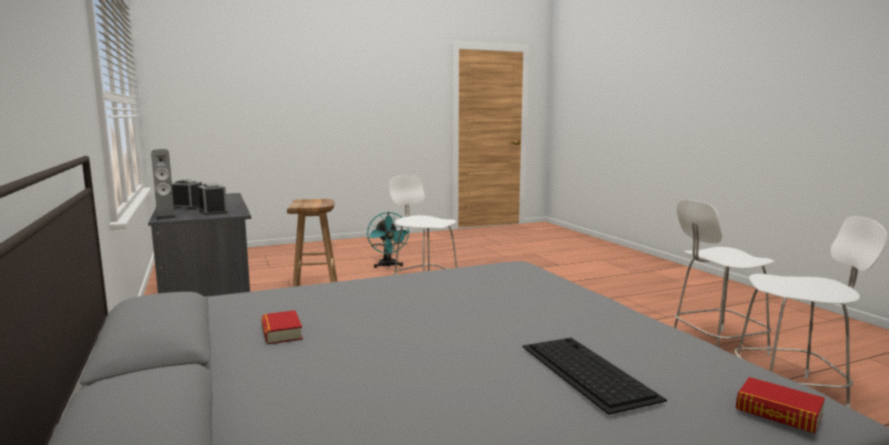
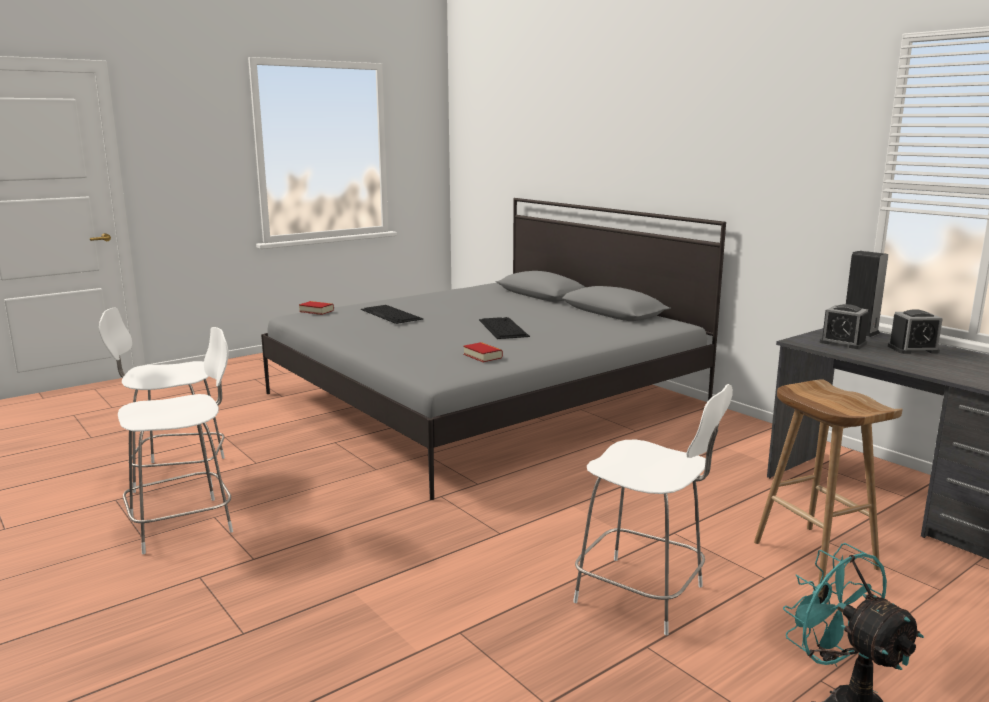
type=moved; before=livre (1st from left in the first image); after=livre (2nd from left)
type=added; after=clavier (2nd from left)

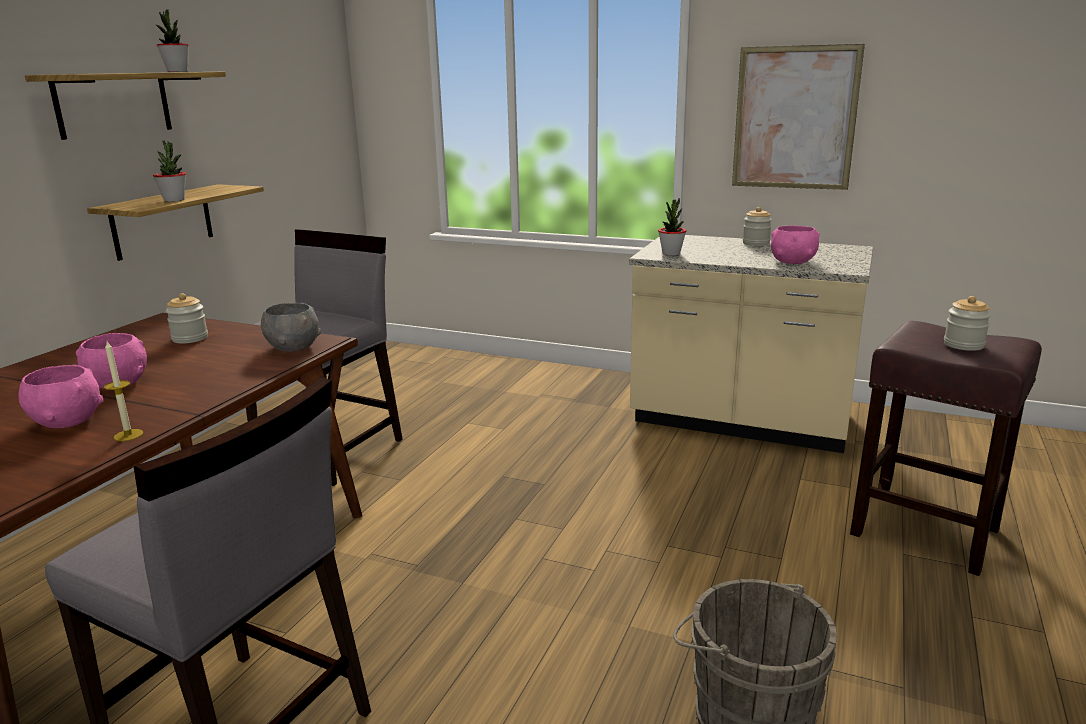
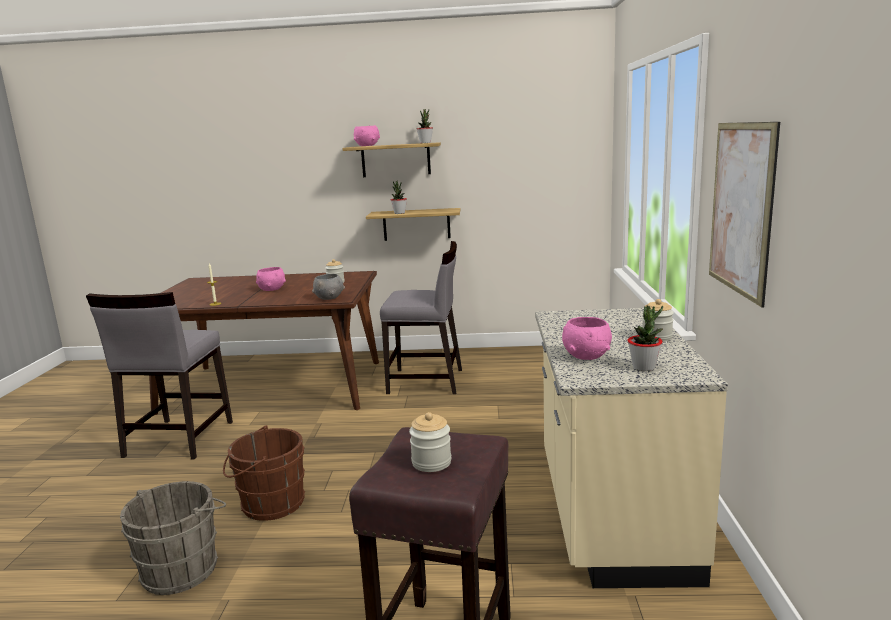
type=moved; before=plante en pot (3rd from left)
type=moved; before=bol [rose] (1st from left in the first image); after=bol [rose] (2nd from left)
type=added; after=seau [marron]

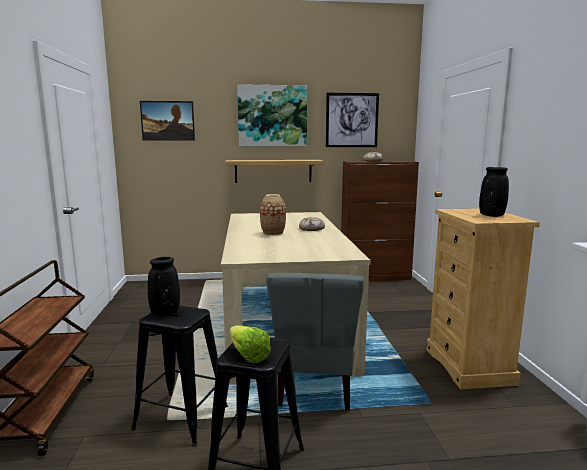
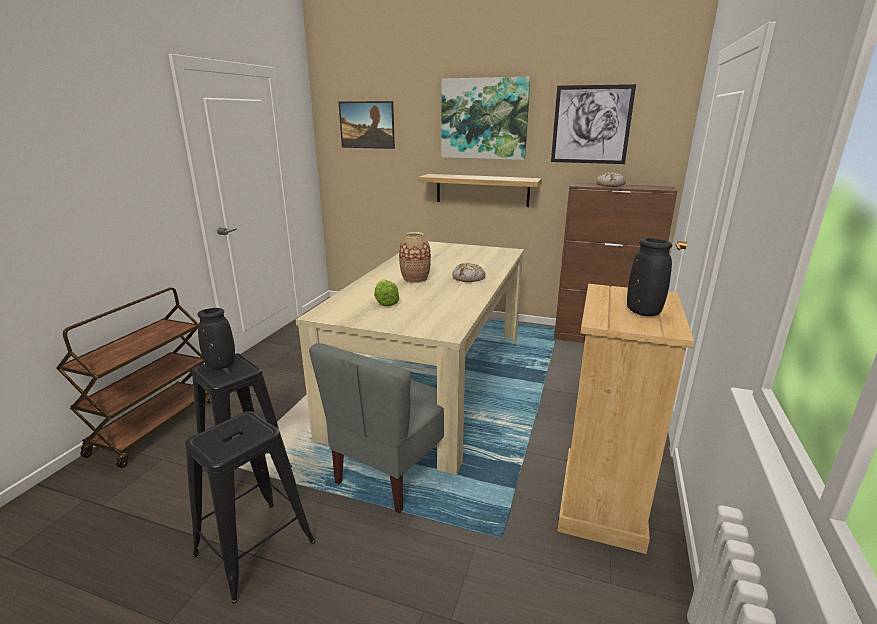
type=moved; before=laitue

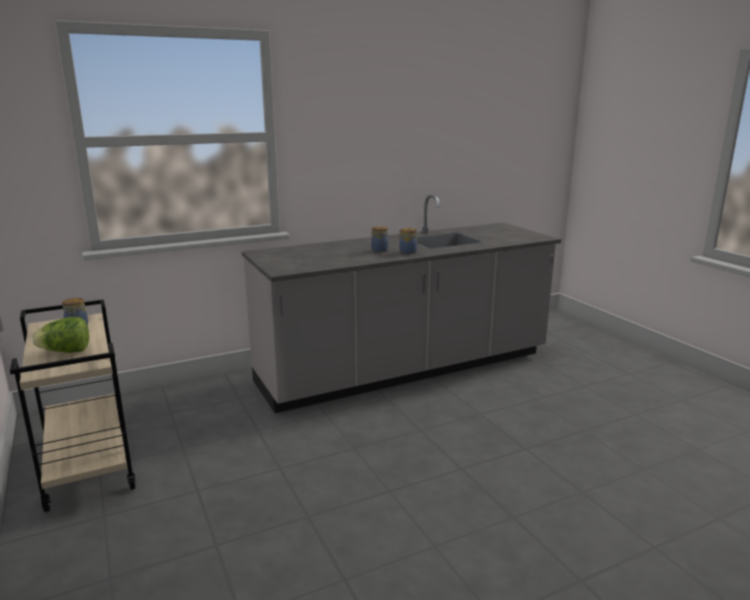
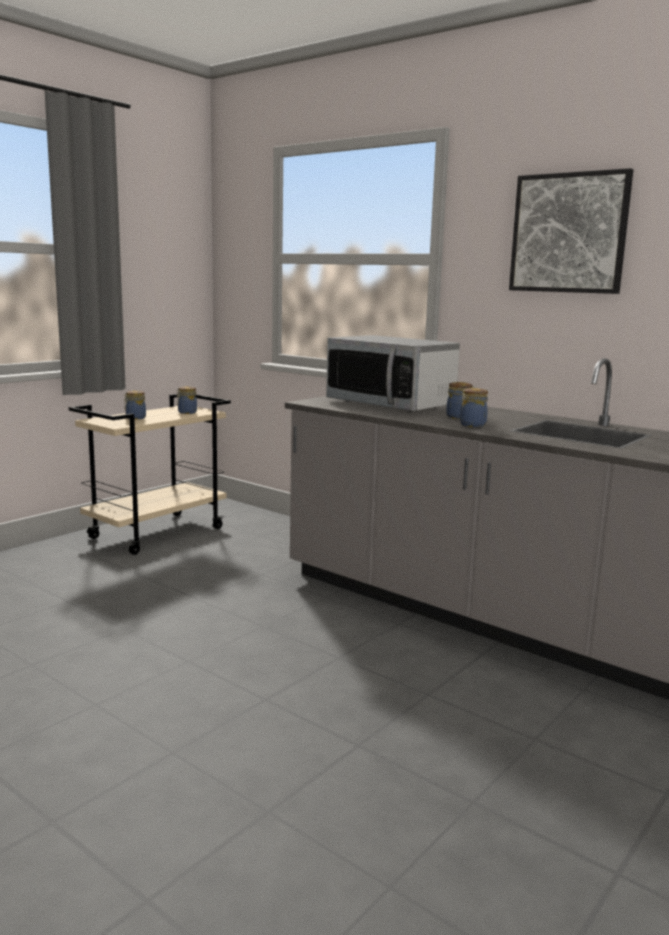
type=replaced; before=laitue; after=bocal (1st from left)
type=added; after=tableau
type=added; after=micro-ondes

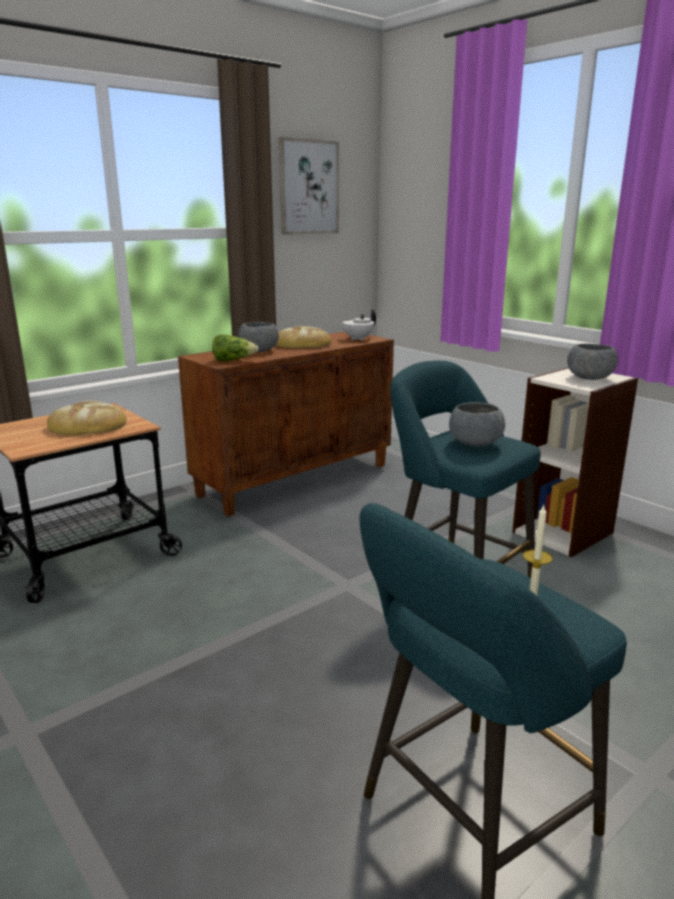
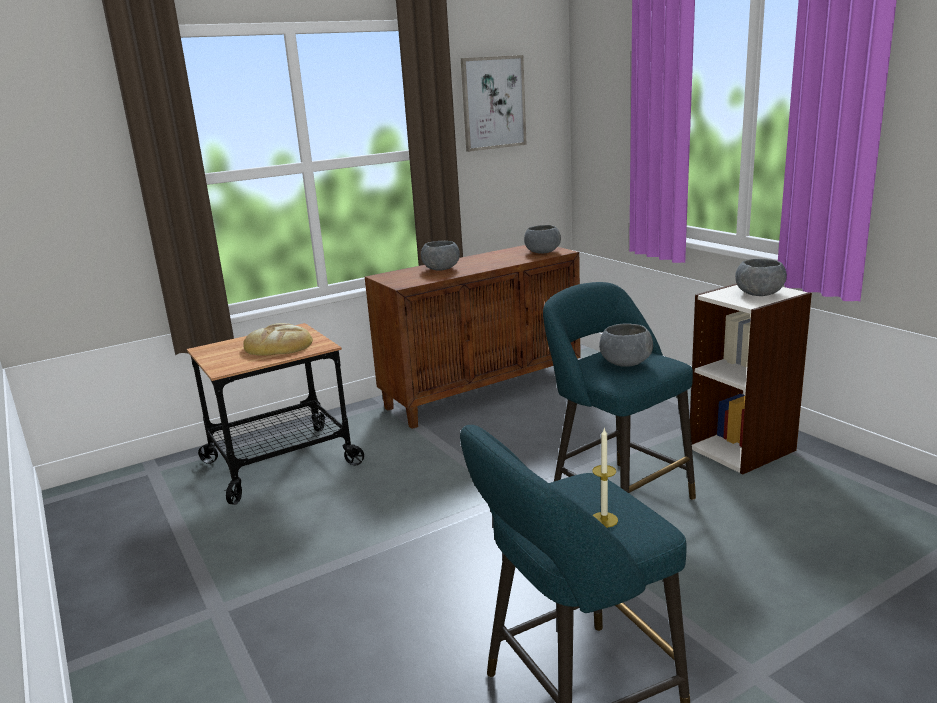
type=replaced; before=théière [blanc]; after=bol [gris] (2nd from left)
type=removed; before=pain (2nd from left)
type=removed; before=laitue

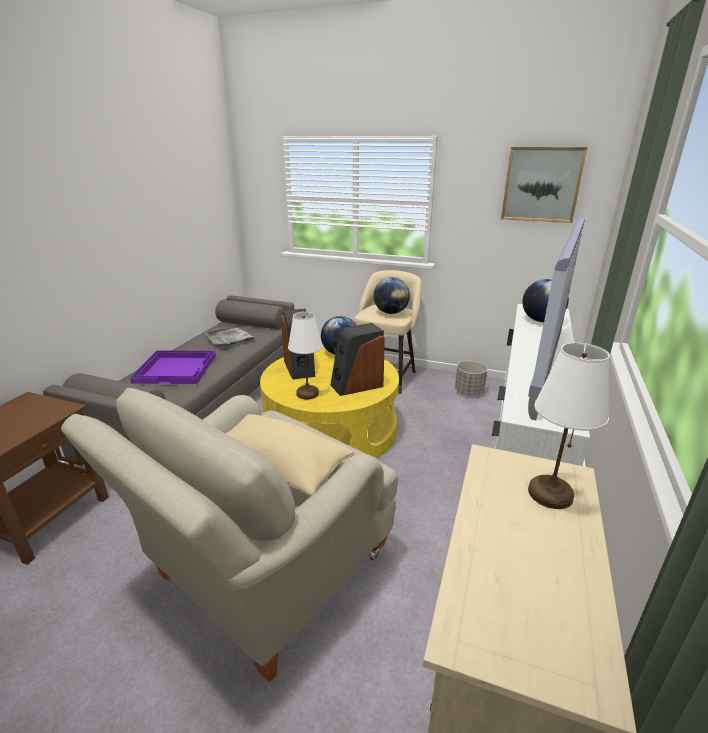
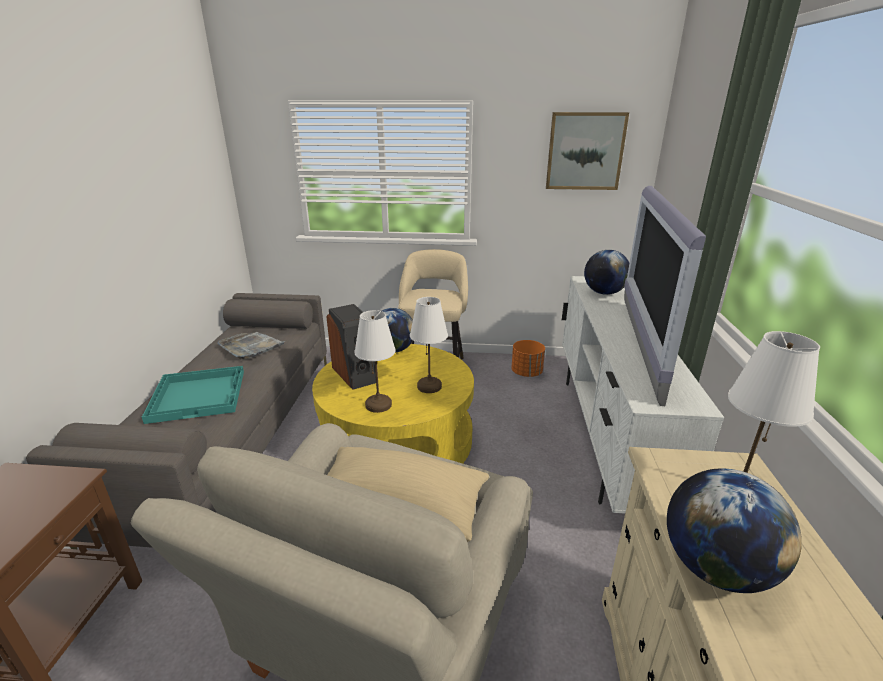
type=moved; before=globe (2nd from left in the first image); after=globe (3rd from left)
type=replaced; before=enceinte (2nd from left); after=lampe de table [blanc] (2nd from left)
type=recoloured; before=plateau [violet]; after=plateau [turquoise]
type=recoloured; before=cache-pot [gris]; after=cache-pot [orange]

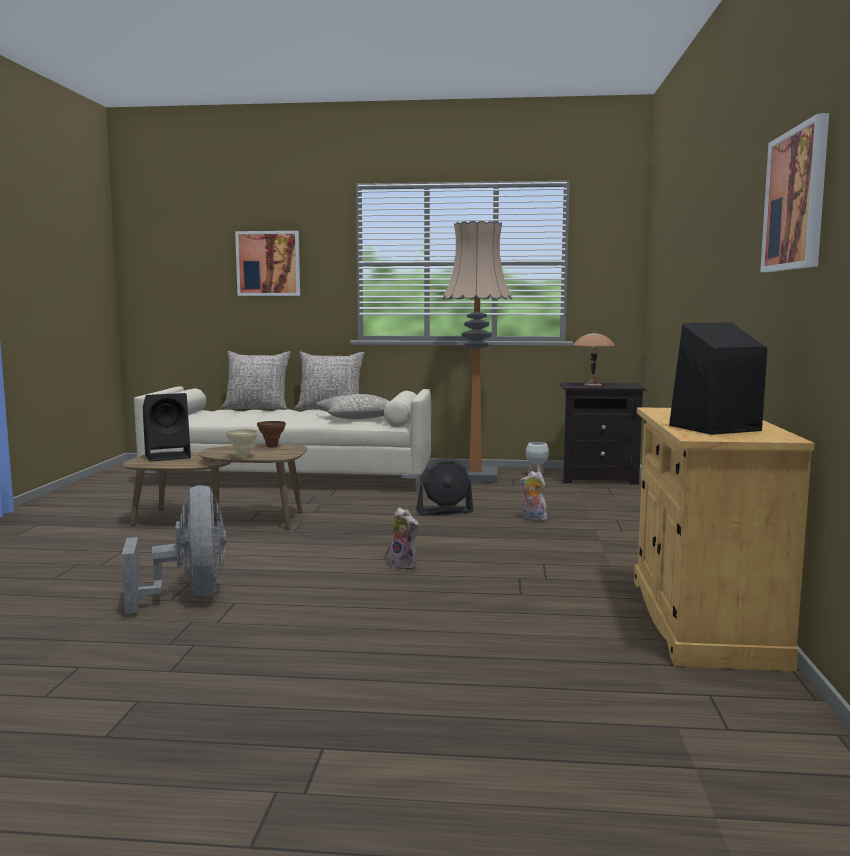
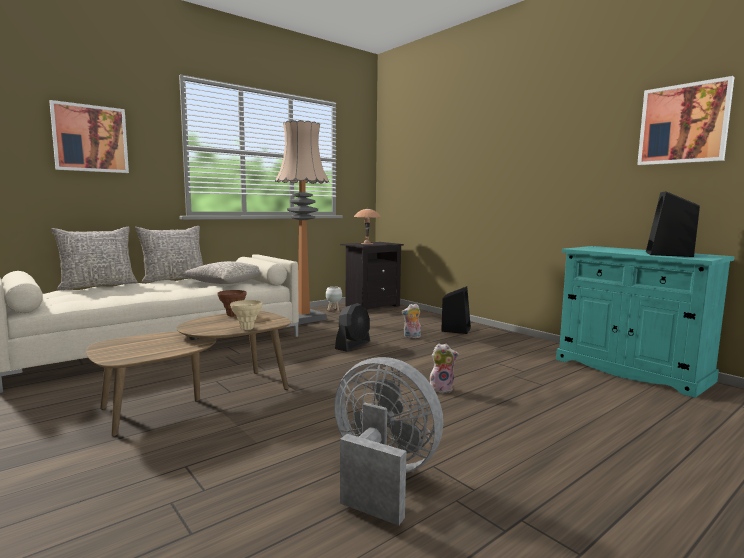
type=moved; before=enceinte [noir] (1st from left)
type=recoloured; before=meuble de rangement [beige]; after=meuble de rangement [turquoise]

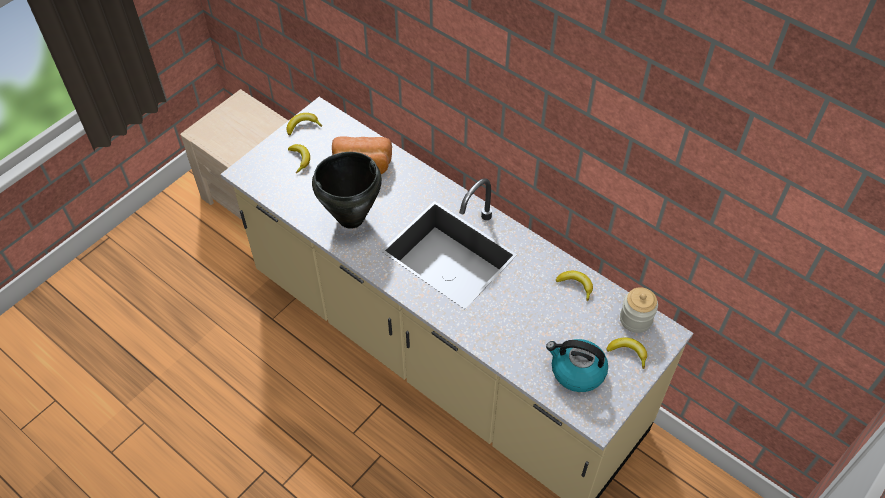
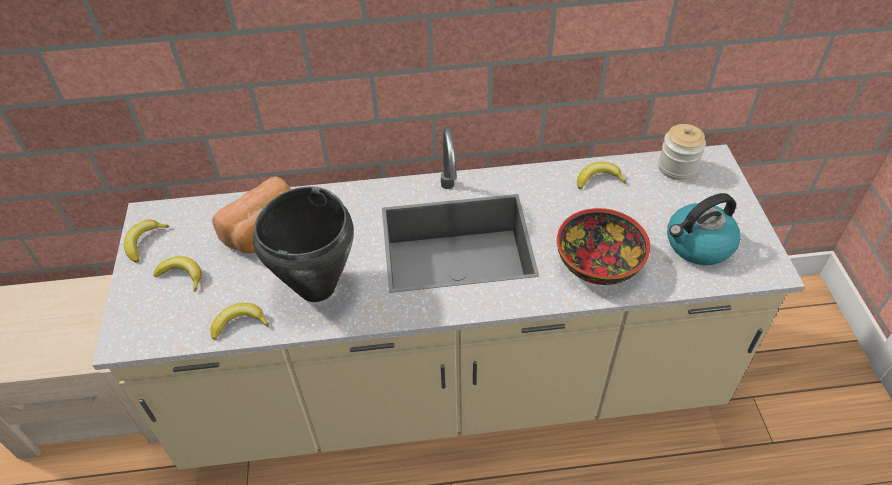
type=moved; before=banane (4th from left in the first image); after=banane (3rd from left)
type=added; after=bol

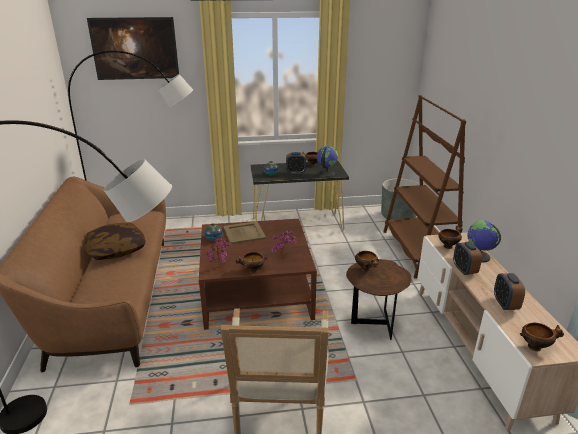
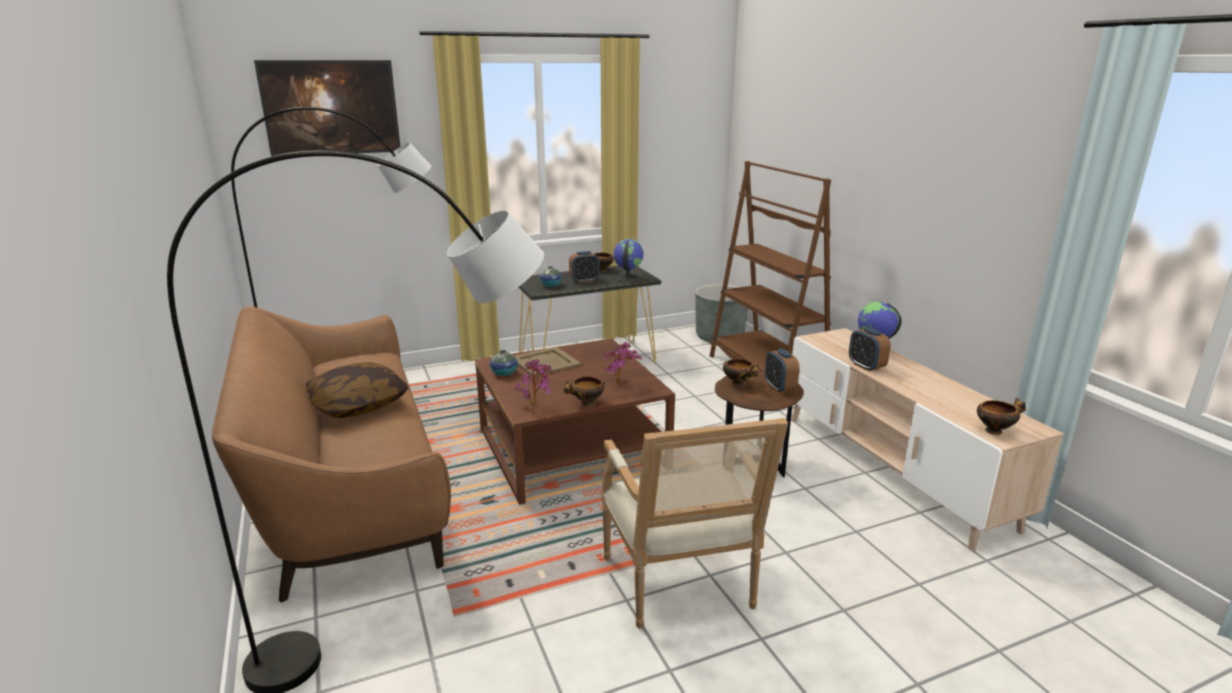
type=removed; before=bol (4th from left)
type=moved; before=réveil (3rd from left in the first image); after=réveil (2nd from left)

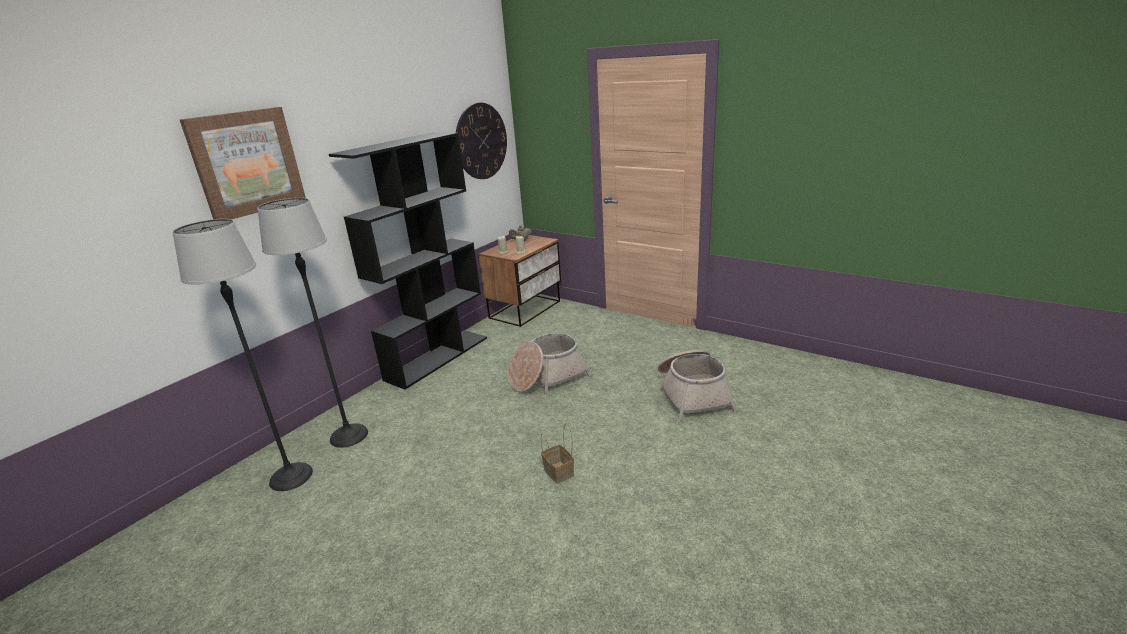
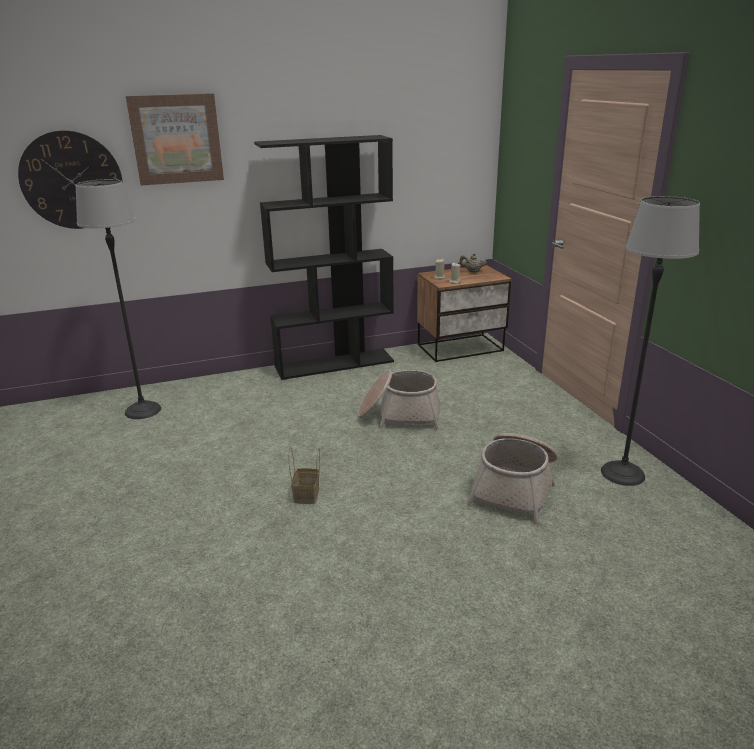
type=moved; before=horloge murale
type=moved; before=lampadaire (2nd from left)

